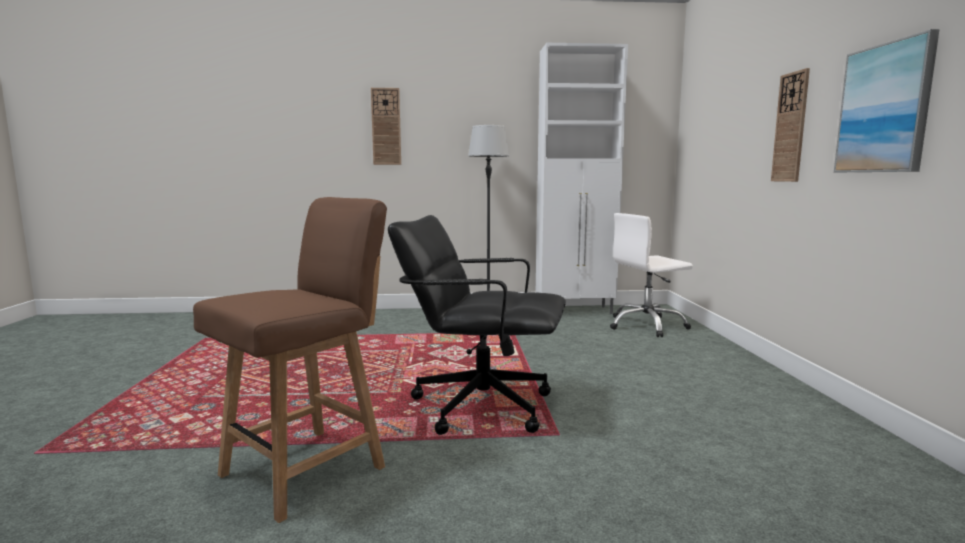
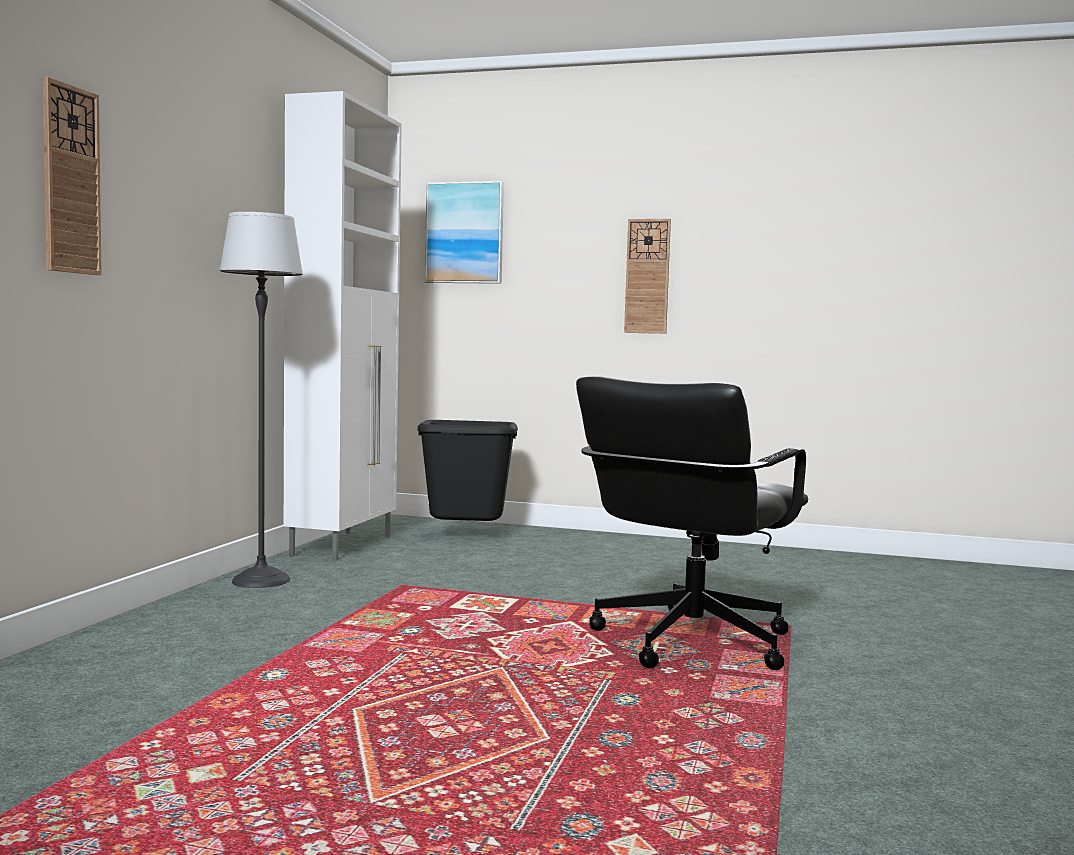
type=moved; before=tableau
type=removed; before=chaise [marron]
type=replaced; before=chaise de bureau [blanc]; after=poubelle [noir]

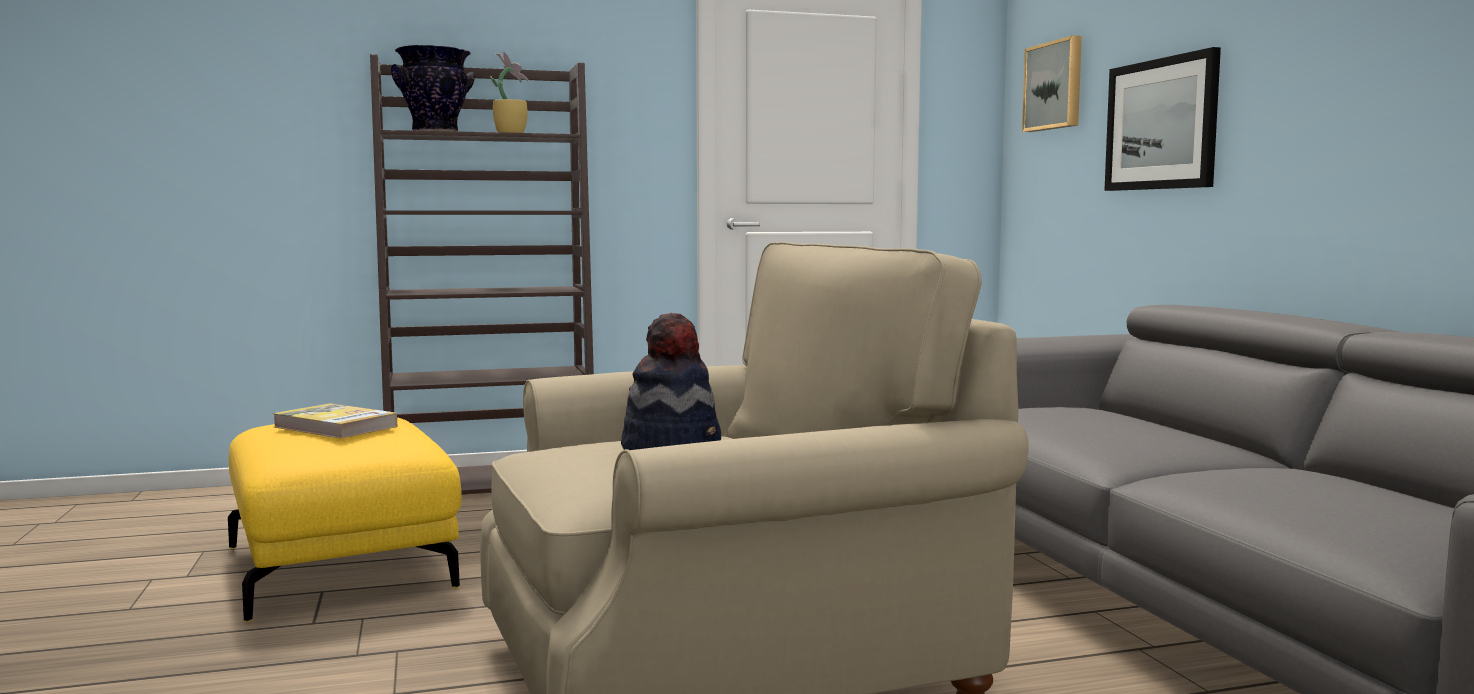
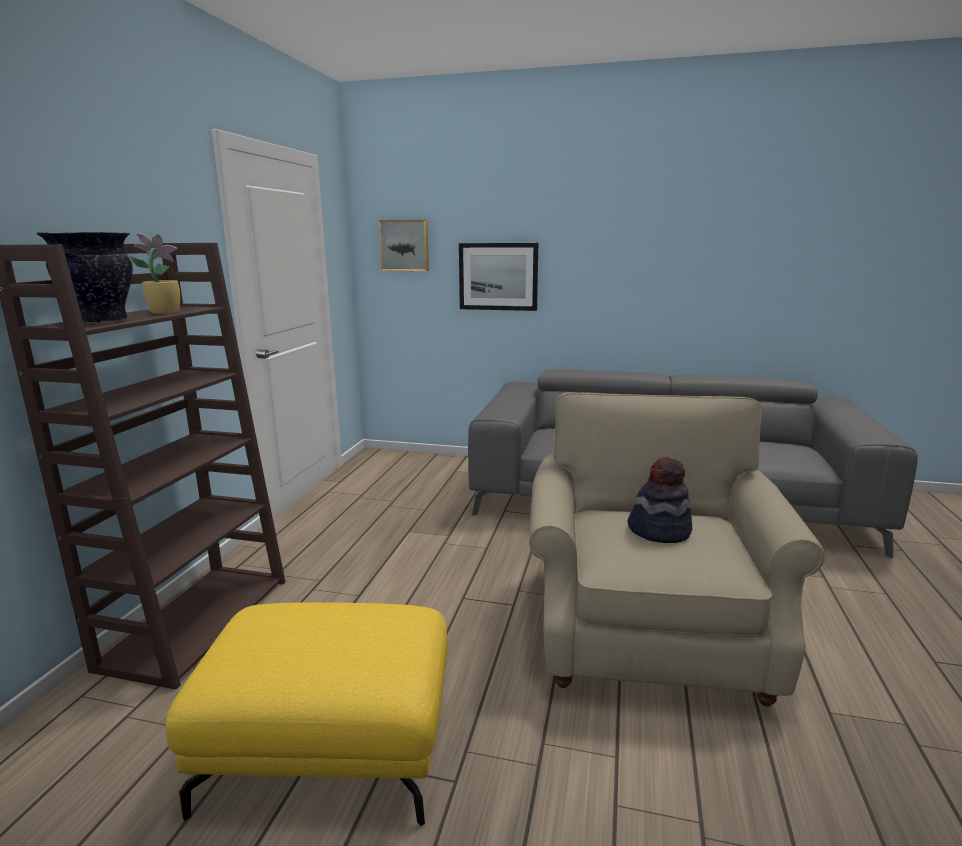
type=removed; before=livre

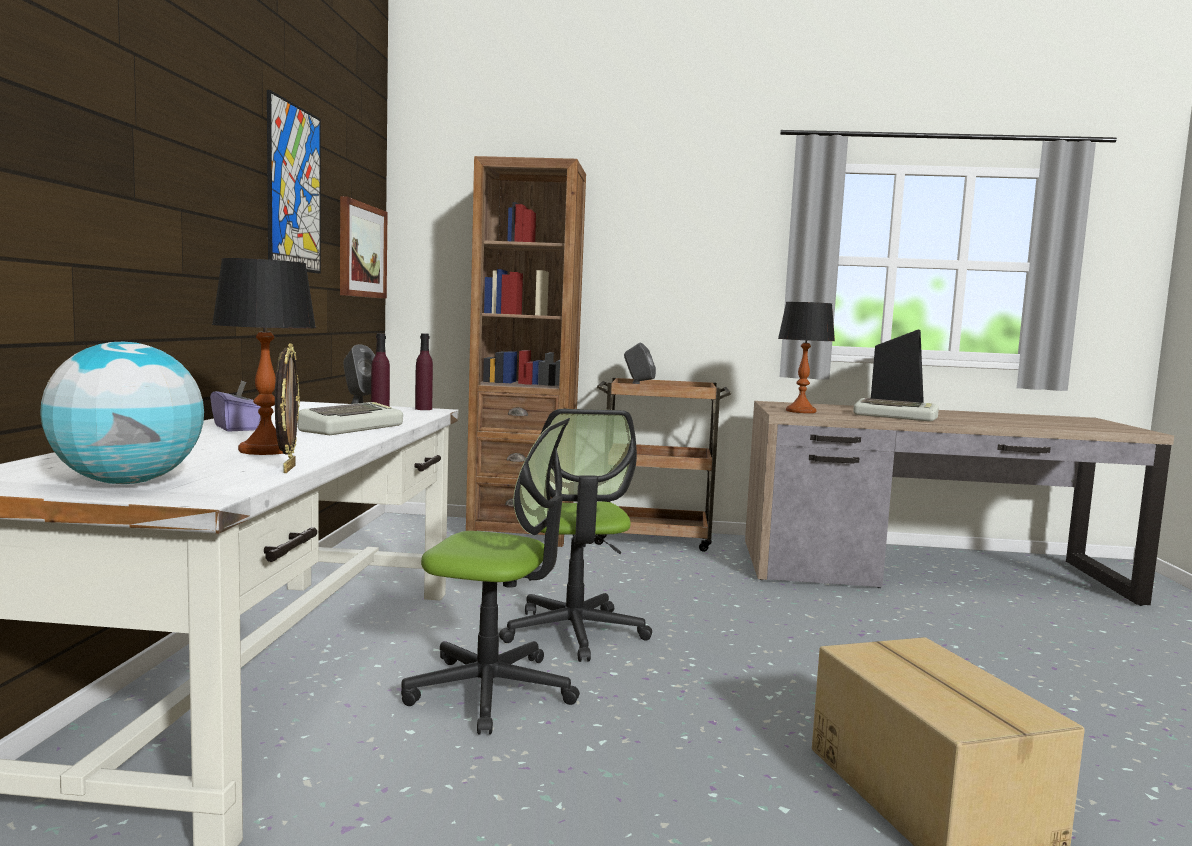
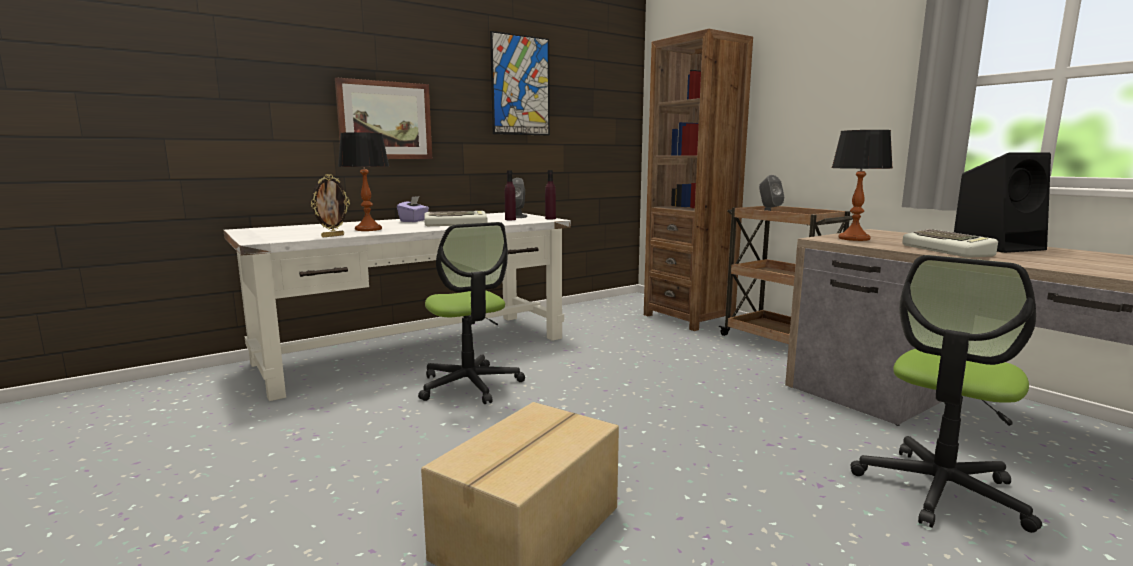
type=moved; before=tableau (2nd from left in the first image); after=tableau (1st from left)
type=removed; before=globe
type=moved; before=chaise de bureau (2nd from left)

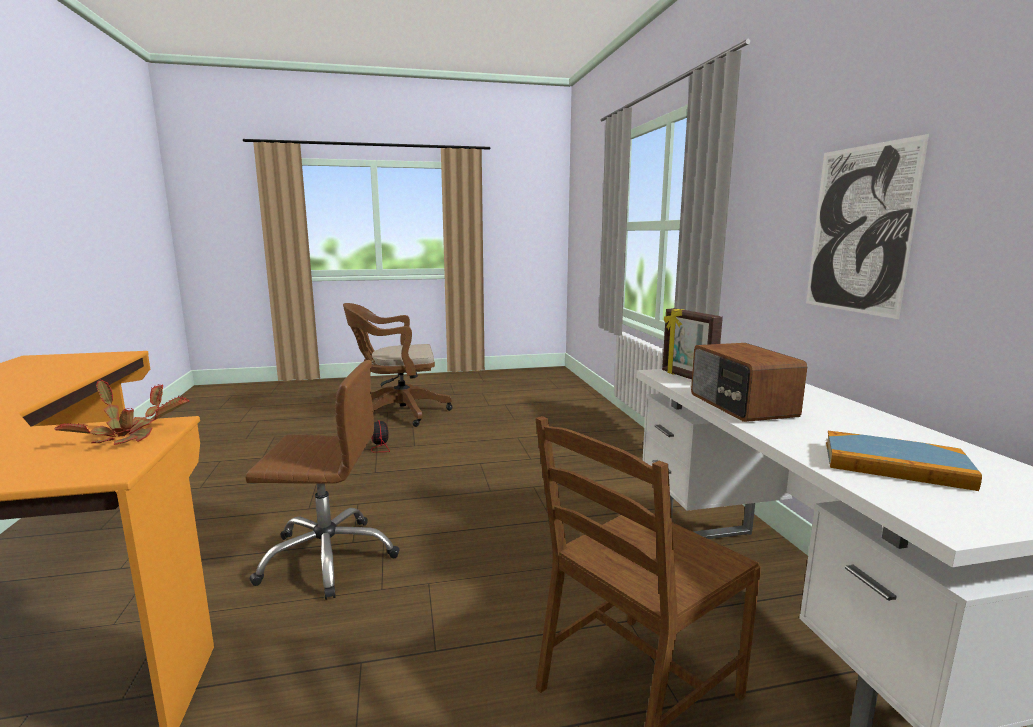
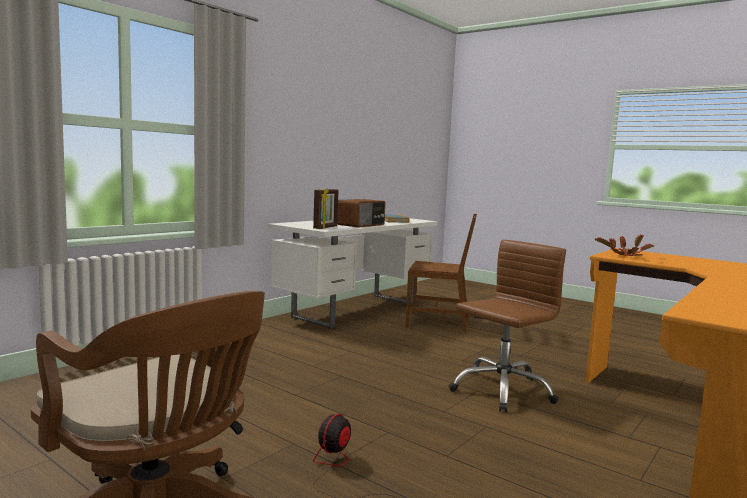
type=removed; before=tableau
type=turned; before=chaise de bureau [marron] (1st from left in the first image); turn=90

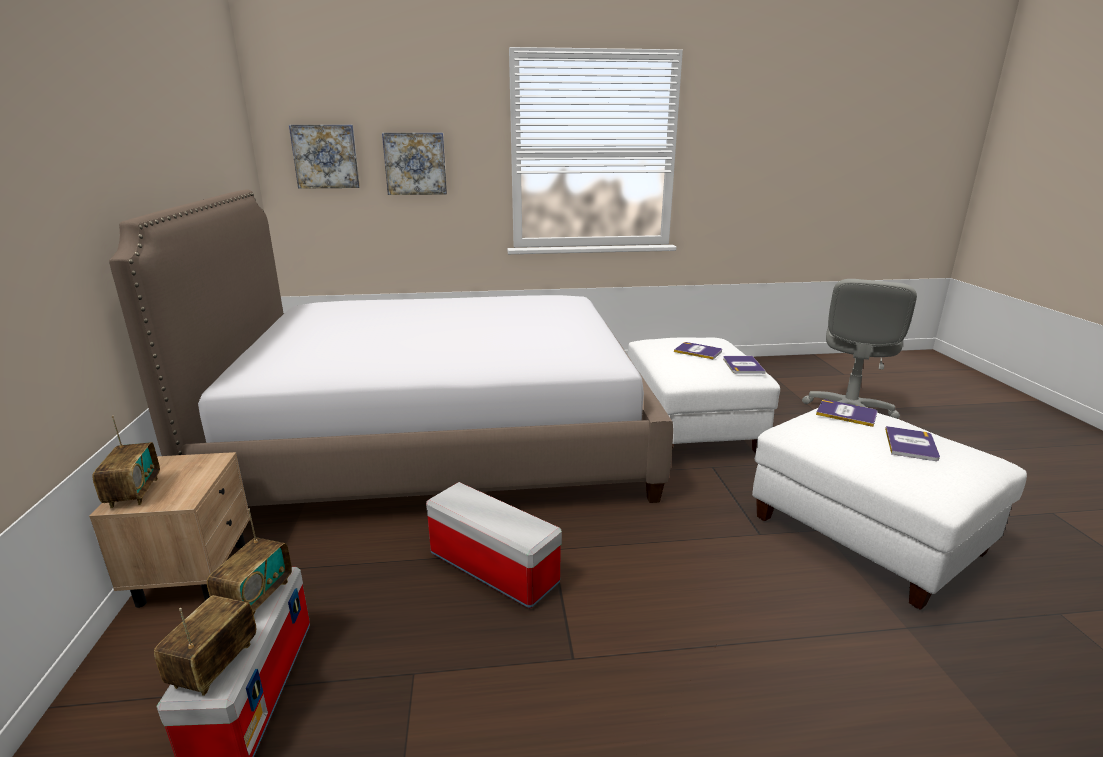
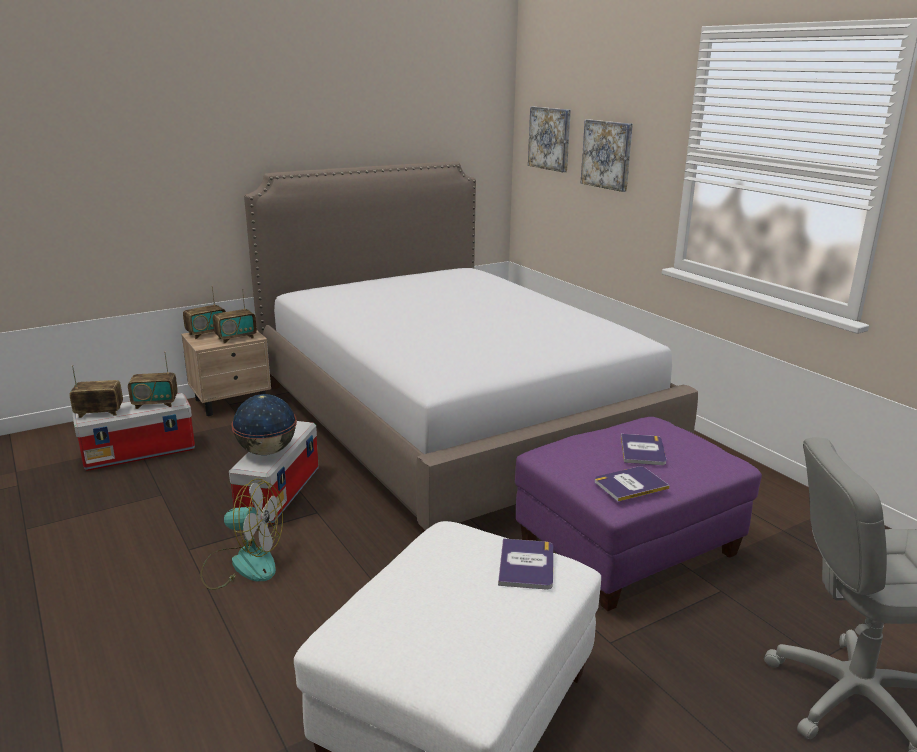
type=recoloured; before=pouf [blanc] (1st from left); after=pouf [violet]
type=removed; before=livre (4th from left)
type=added; after=radio (4th from left)
type=added; after=globe
type=added; after=ventilateur

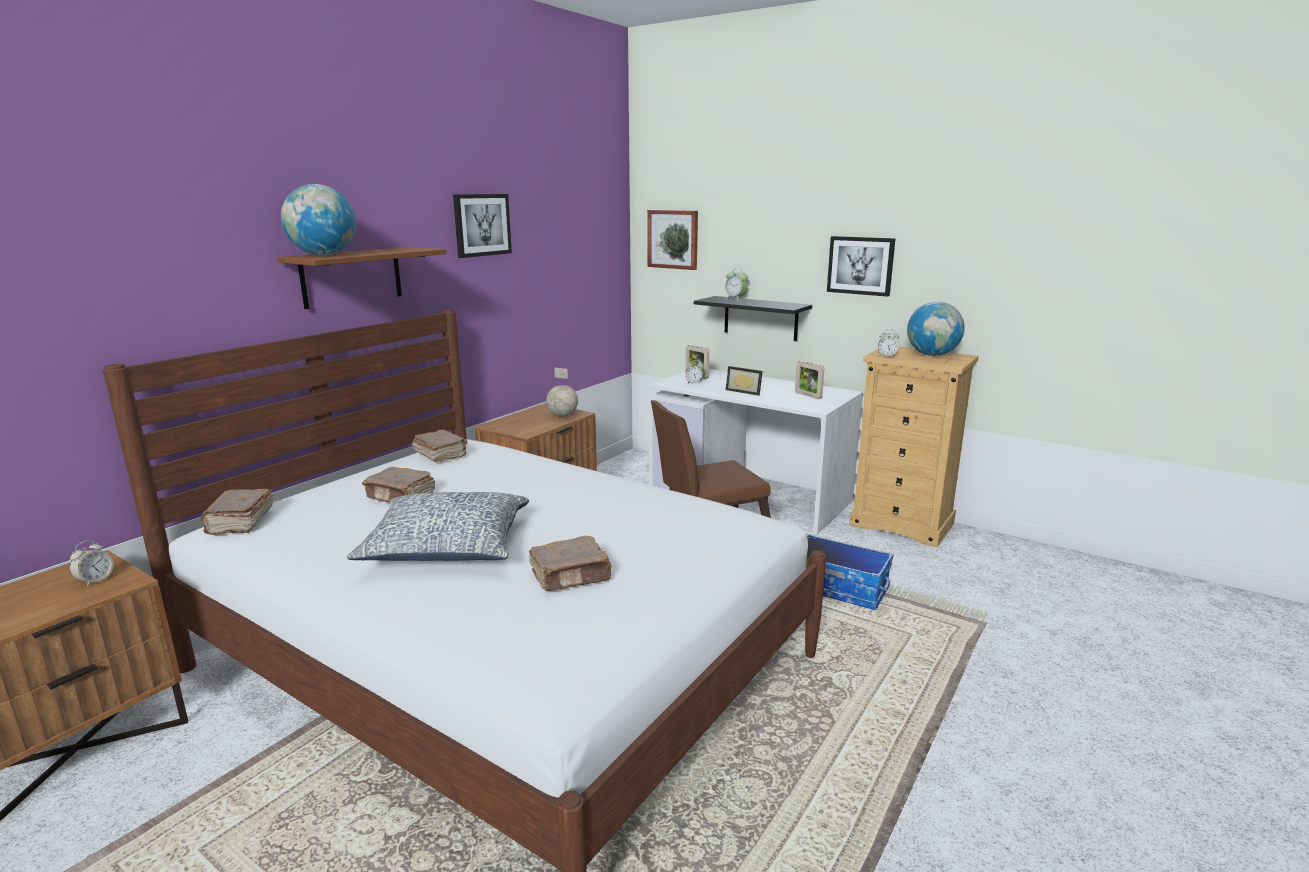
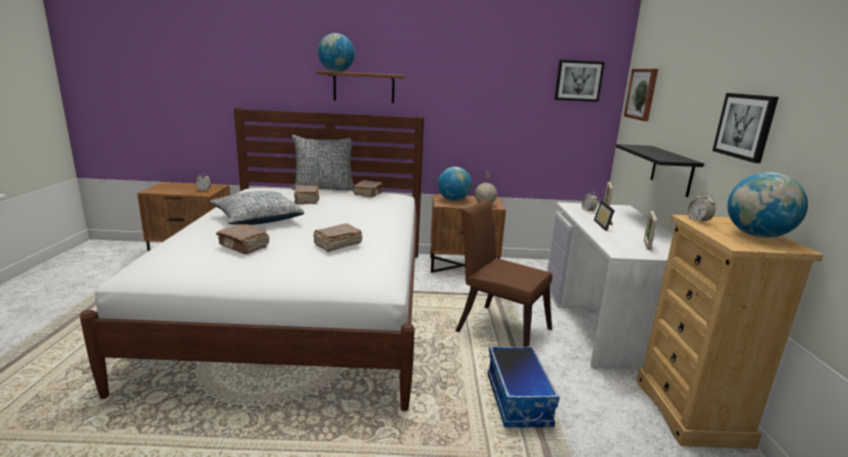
type=moved; before=tableau (1st from left)
type=removed; before=réveil (3rd from left)
type=moved; before=livre [marron] (1st from left in the first image); after=livre [marron] (3rd from left)
type=added; after=coussin (2nd from left)
type=added; after=globe (2nd from left)

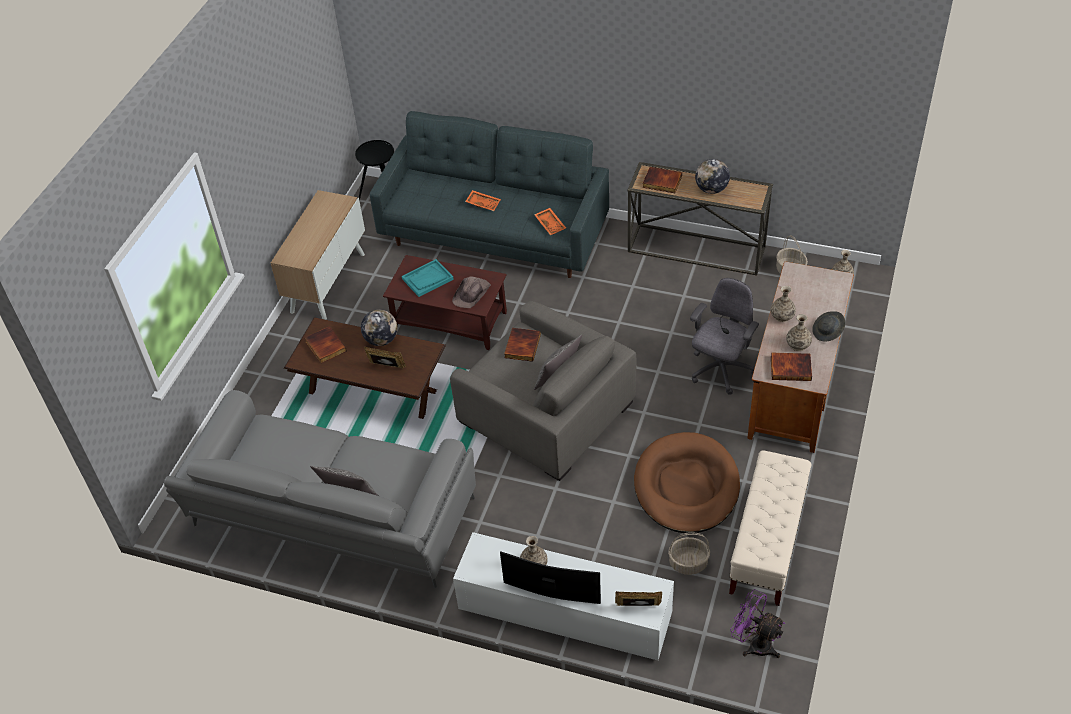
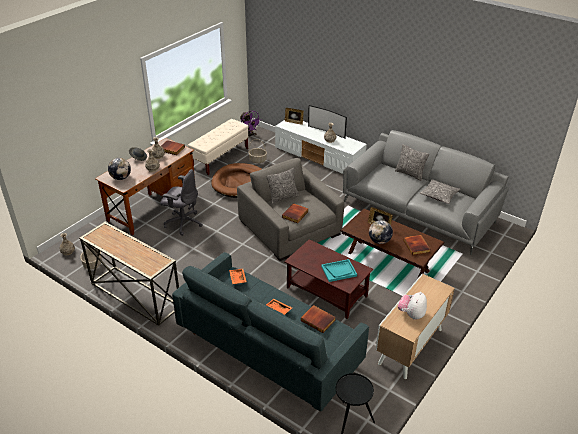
type=moved; before=globe (2nd from left in the first image); after=globe (1st from left)
type=moved; before=livre (3rd from left)
type=removed; before=chapeau [marron]
type=turned; before=chaise de bureau [gris]; turn=-120
type=added; after=coussin (3rd from left)
type=added; after=peluche

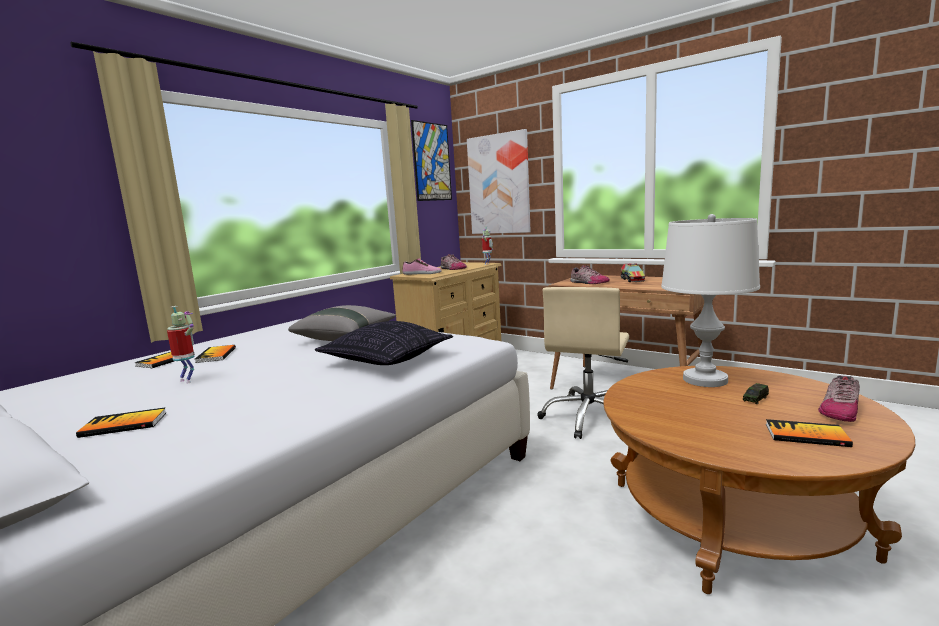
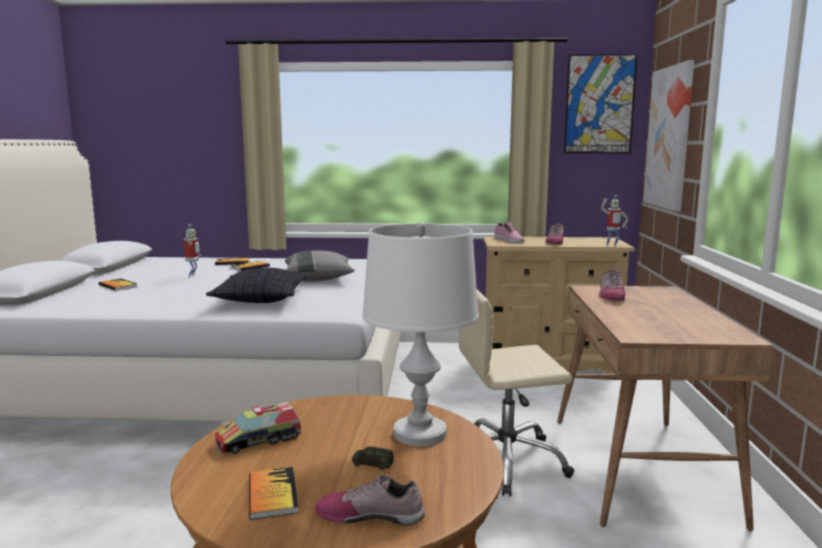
type=moved; before=camion jouet

